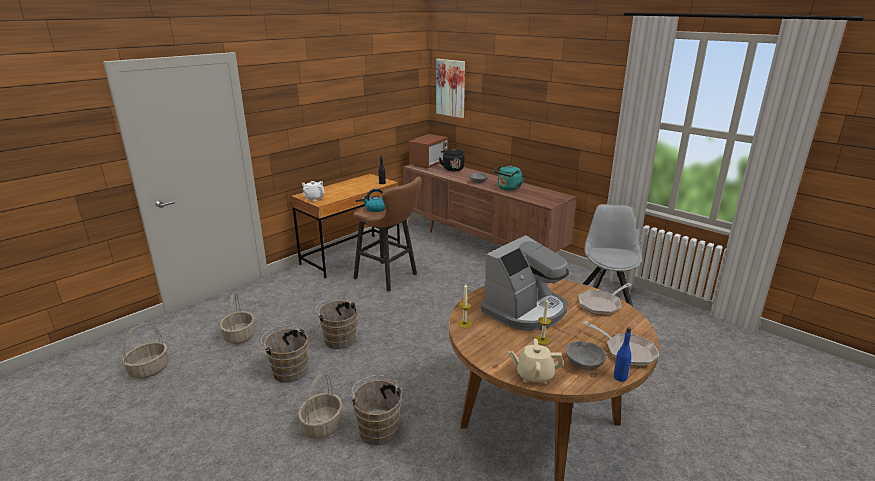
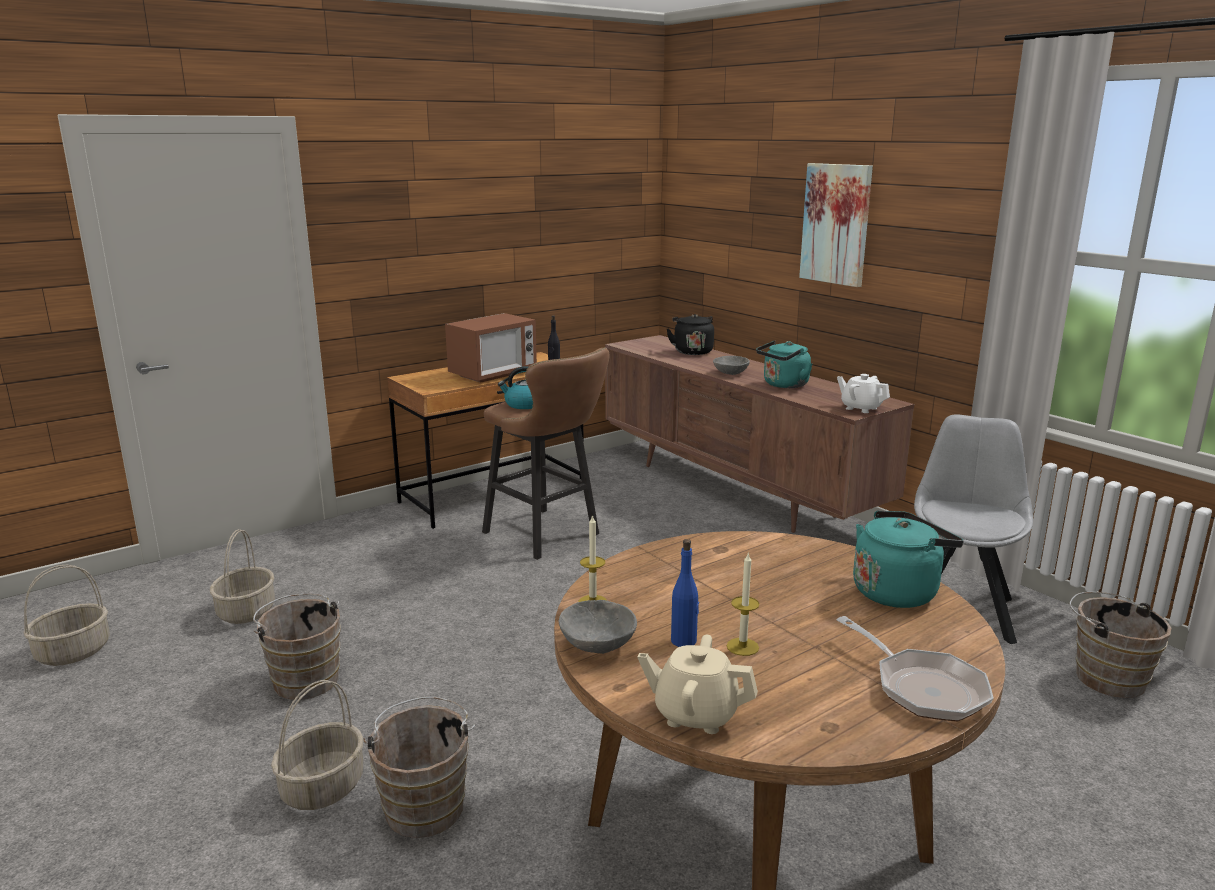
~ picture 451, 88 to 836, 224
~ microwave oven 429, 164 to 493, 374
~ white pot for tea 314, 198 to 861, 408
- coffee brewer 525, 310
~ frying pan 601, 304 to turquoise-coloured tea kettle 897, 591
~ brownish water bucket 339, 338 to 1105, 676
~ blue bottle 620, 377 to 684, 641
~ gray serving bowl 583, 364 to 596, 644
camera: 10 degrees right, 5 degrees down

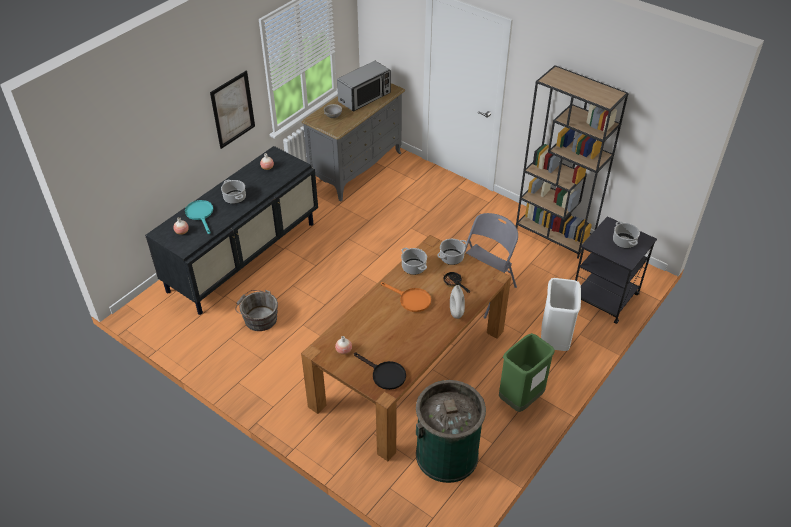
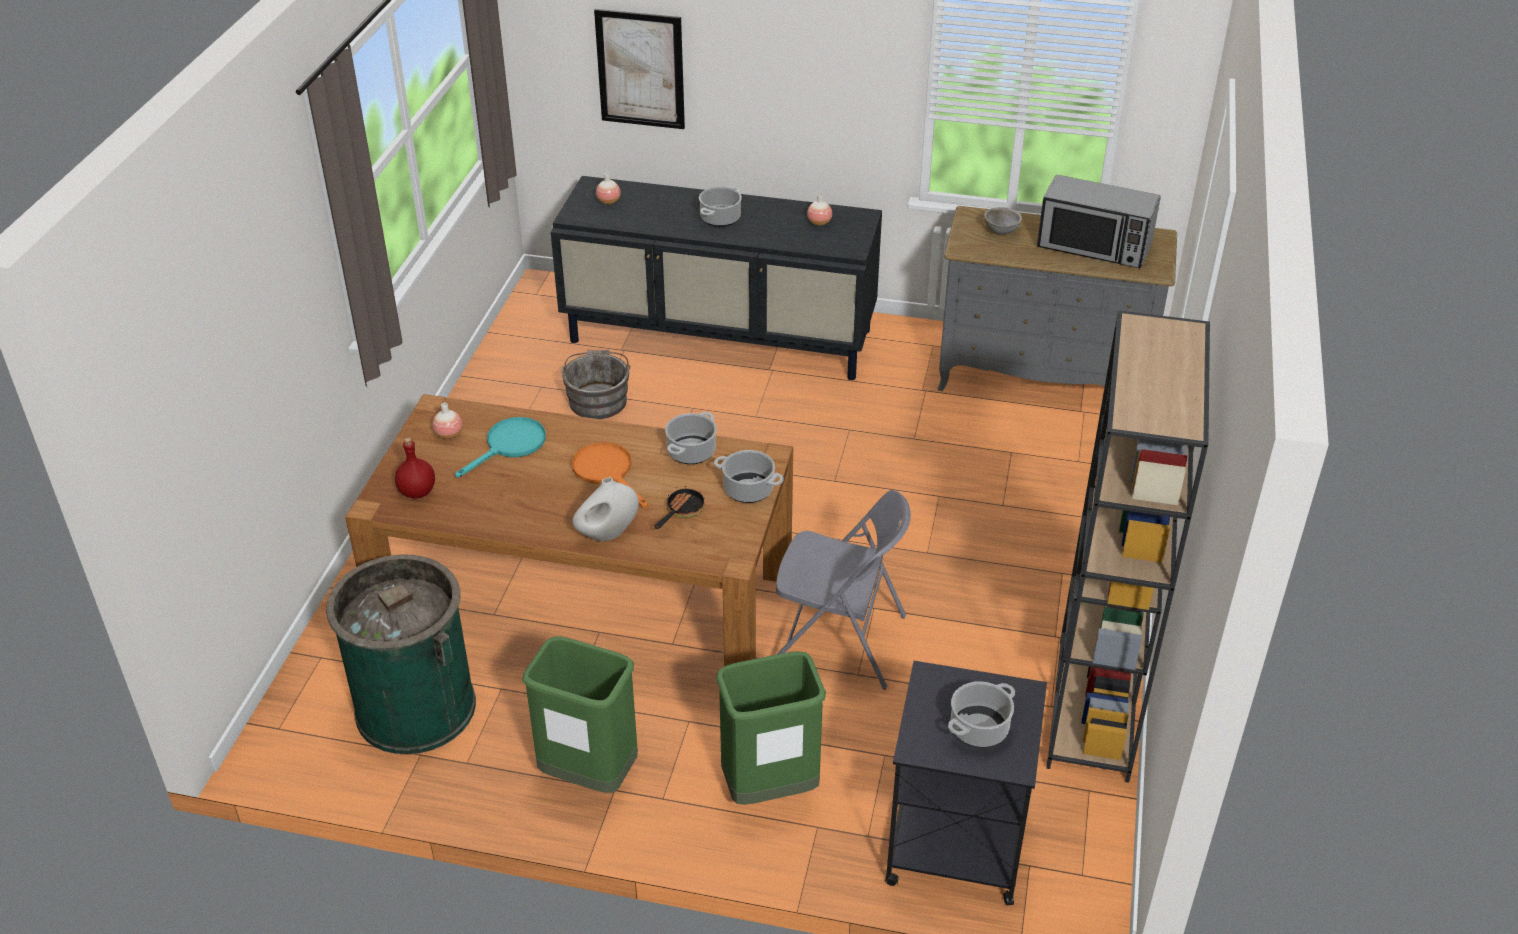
~ picture 233, 109 to 640, 69
~ turquoise-coloured frying pan 201, 214 to 510, 446
~ white trash can 554, 341 to greenish trash can 769, 789
~ orangey frying pan 411, 300 = 607, 472 135 degrees clockwise
~ black-coloured frying pan 384, 374 to red bottle 417, 492
camera: 65 degrees right, 5 degrees down

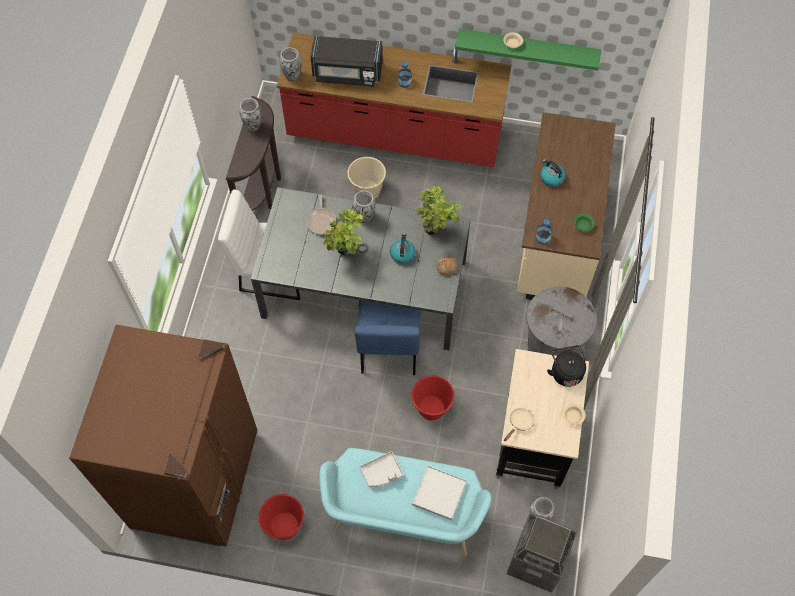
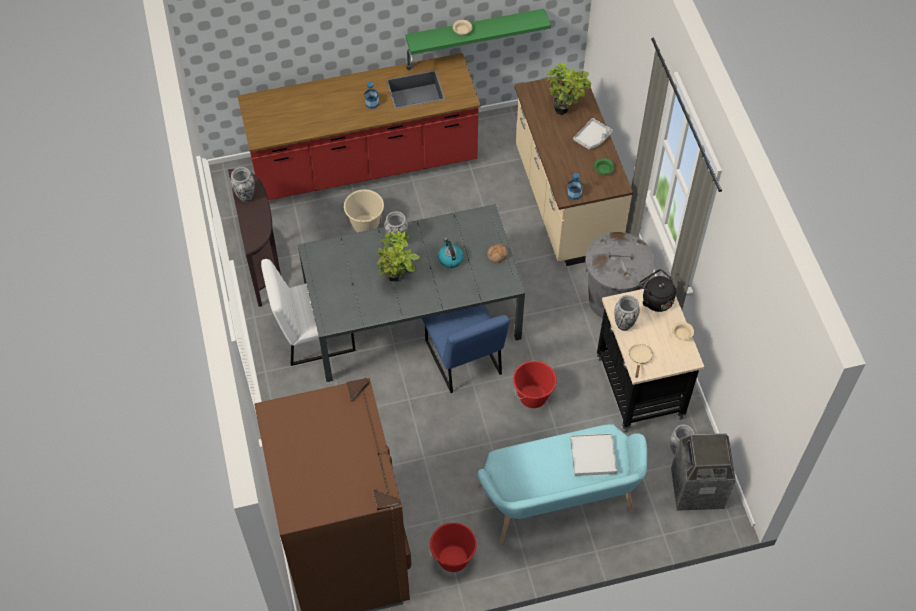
- black-coloured microwave oven 347, 73
~ decorative vase 292, 76 to 624, 324
- tea kettle 551, 177
~ houseplant 435, 231 to 565, 110
- frying pan 321, 221
~ gray tray 381, 472 to 592, 138
camera: 25 degrees left, 5 degrees down

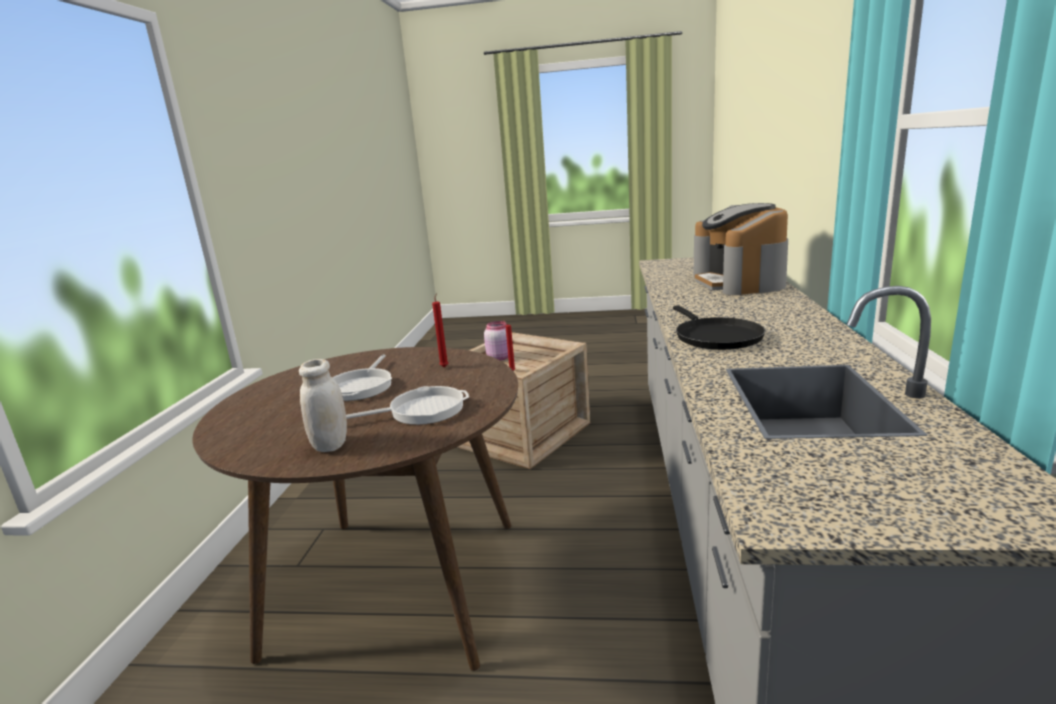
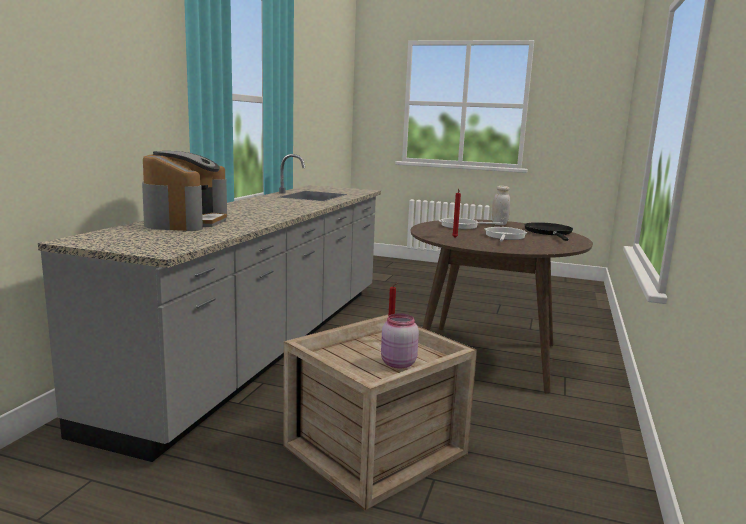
~ black-coloured frying pan 715, 337 to 549, 233
camera: 170 degrees left, 5 degrees down

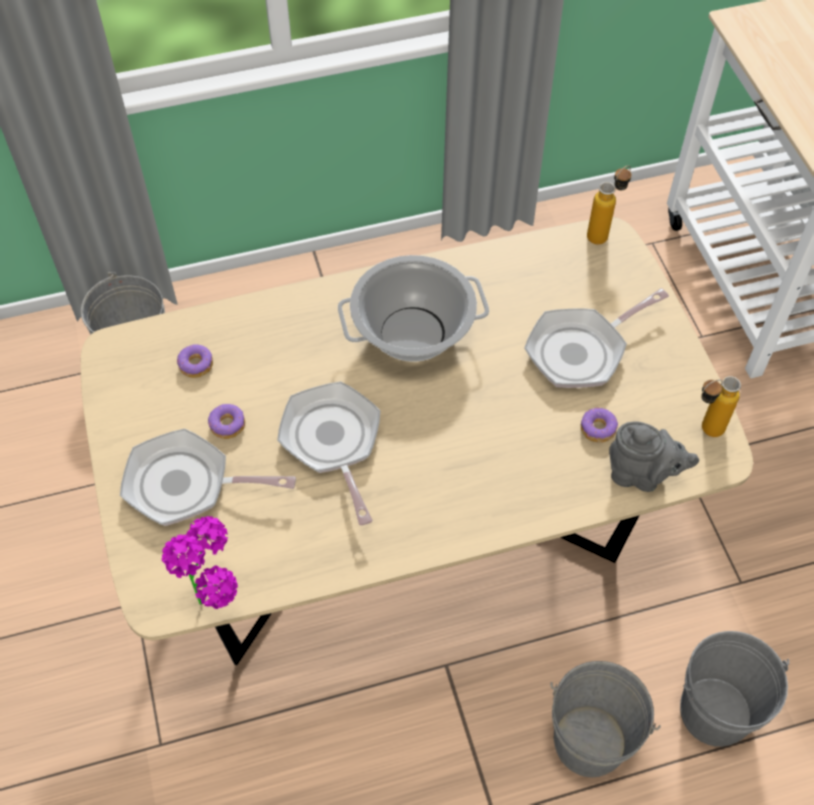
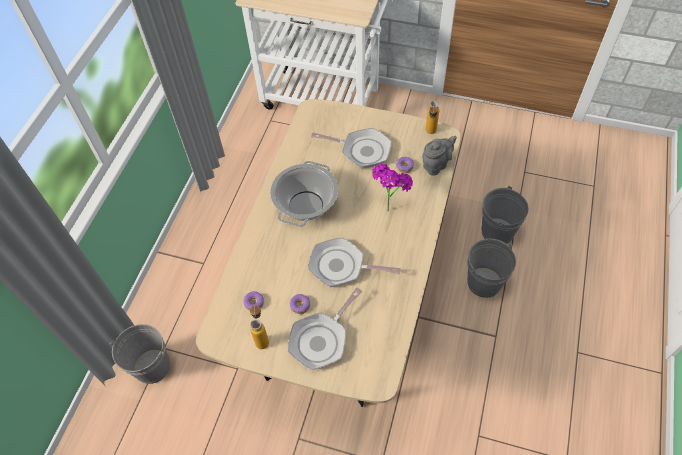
~ bottle 603, 233 to 262, 338
~ frying pan 581, 350 = 362, 150 75 degrees counterclockwise
~ houseplant 216, 598 to 389, 204
camera: 55 degrees left, 0 degrees up

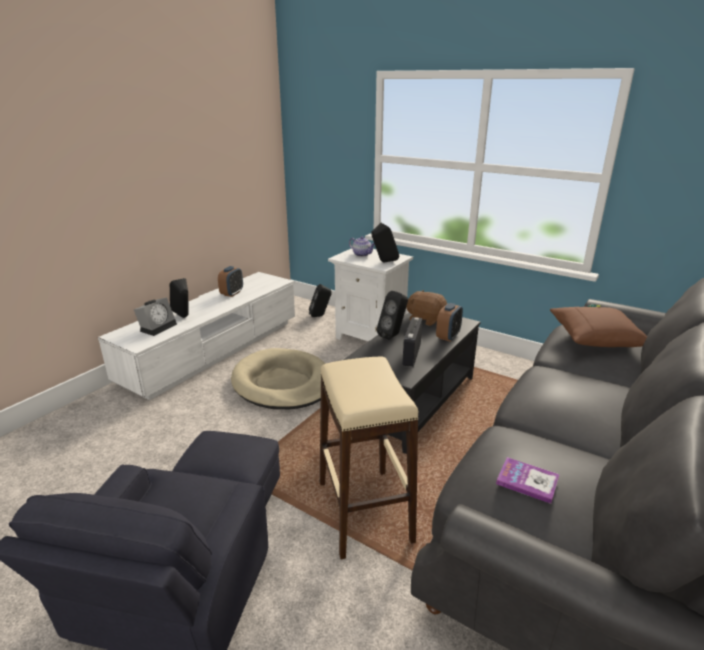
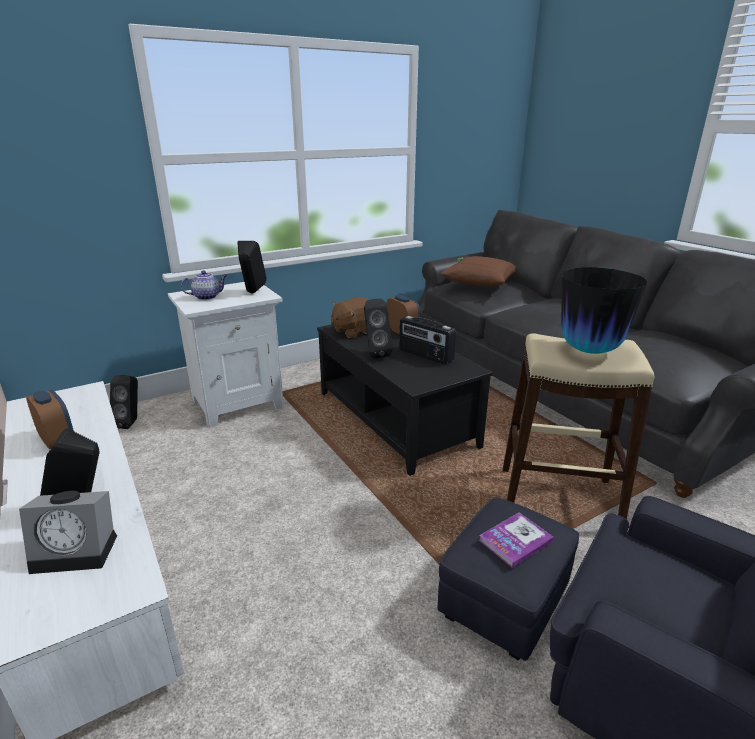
~ table clock 158, 327 = 79, 550 120 degrees clockwise
- beige pet bed 283, 383
~ book 527, 481 to 515, 540
+ decorative vase 589, 351
camera: 65 degrees left, 0 degrees up

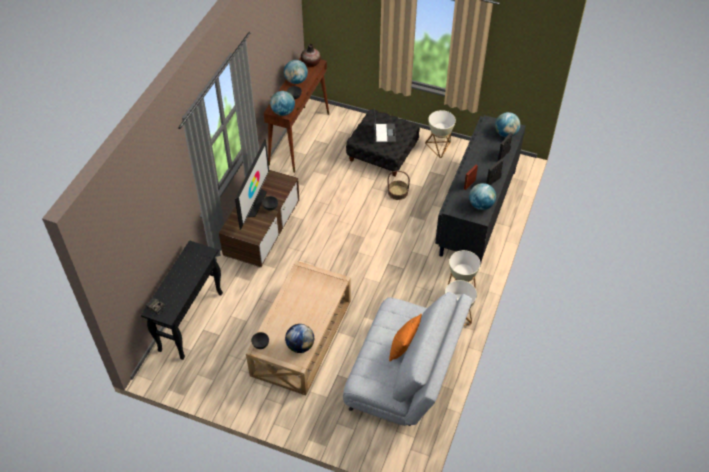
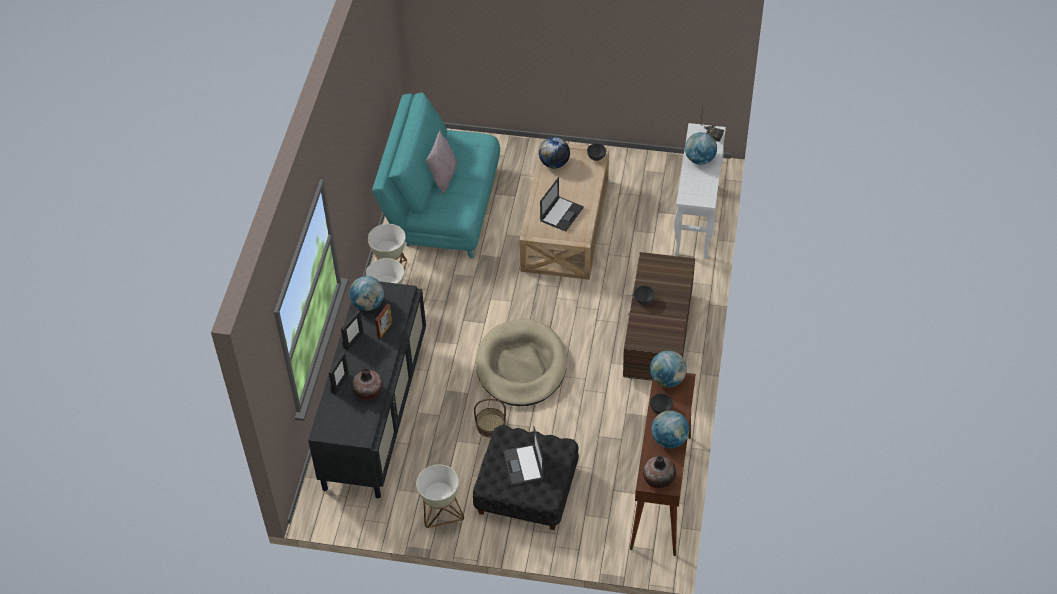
~ world globe 506, 133 to 699, 159
- TV set 254, 202
~ black-coloured console table 191, 321 to white console table 696, 220
~ gray sofa 405, 375 to turquoise-coloured sofa 441, 207
~ orangey throw pillow 403, 347 to purple throw pillow 444, 177
+ laptop 561, 214
+ beige pet bed 521, 366
+ decorative vase 368, 392
camera: 170 degrees right, 0 degrees up

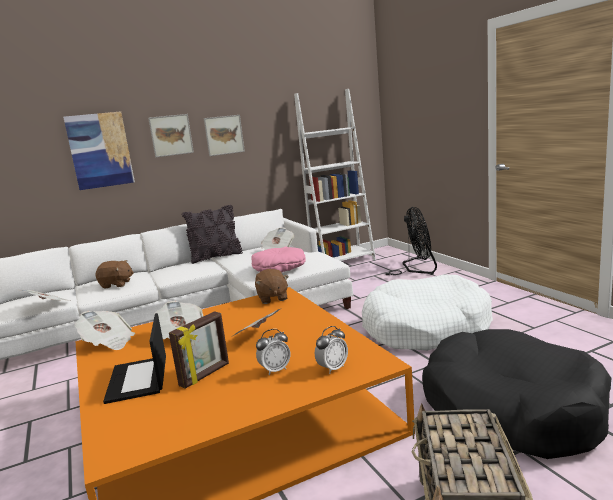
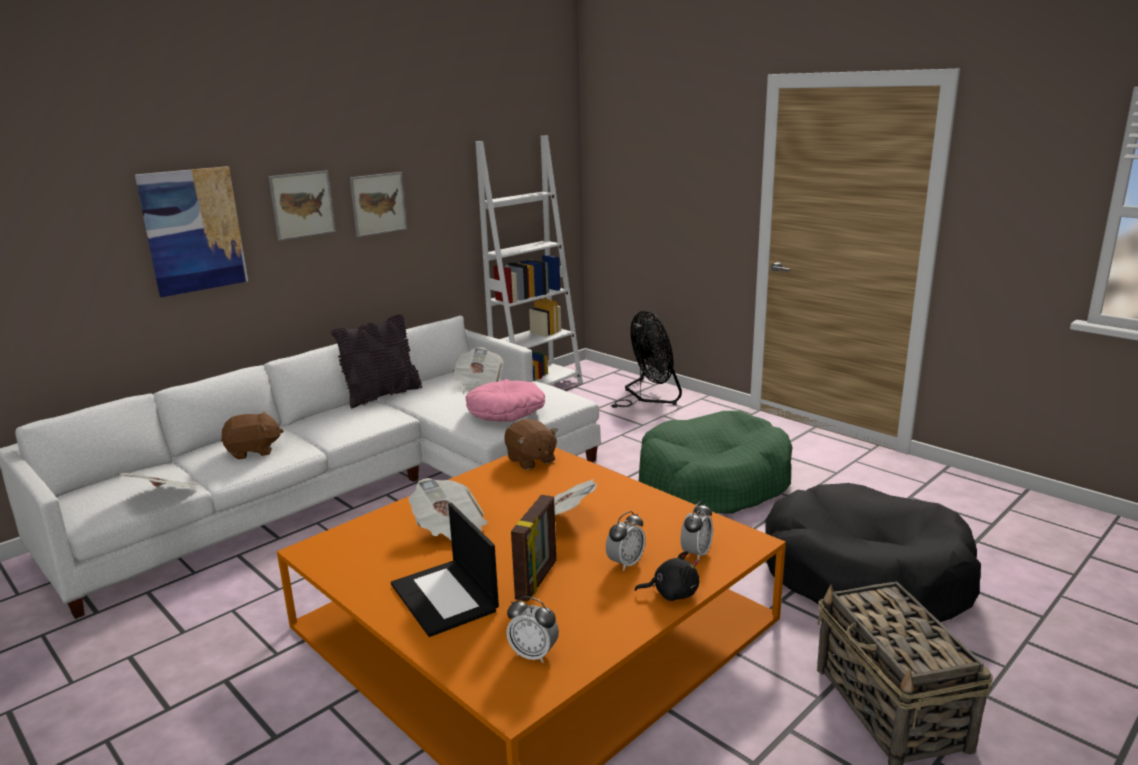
~ white pet bed 425, 328 to greenish pet bed 712, 483
- newspaper 108, 342
+ black-coloured plush toy 672, 593
+ table clock 533, 654
camera: 20 degrees left, 5 degrees up

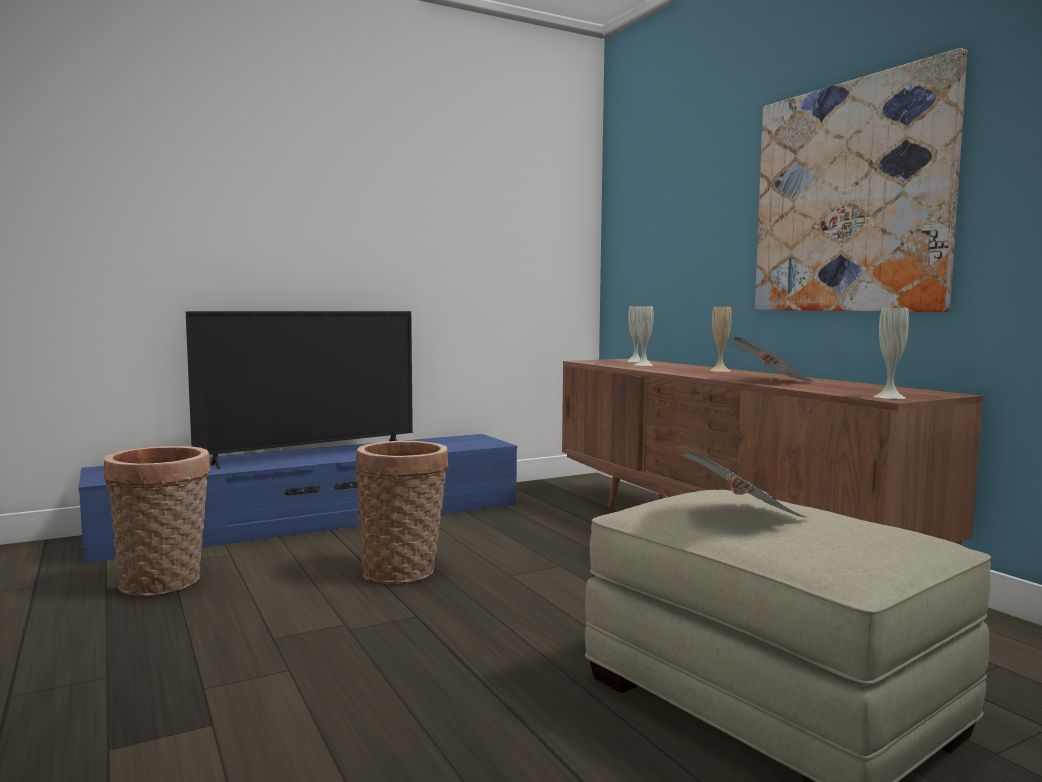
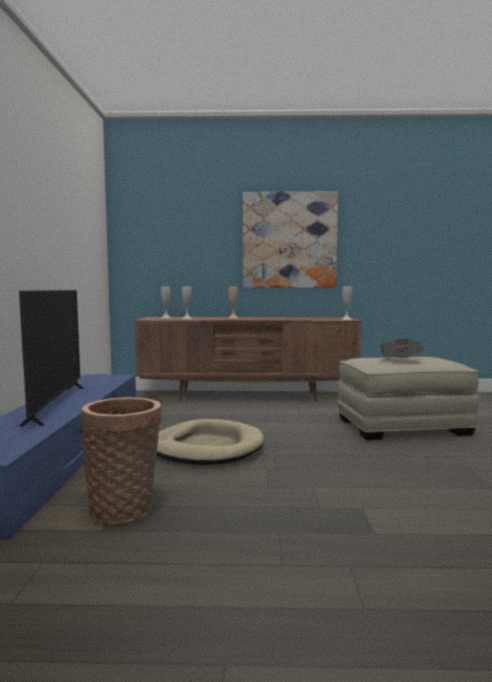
- newspaper 770, 381
~ storage basket 403, 571 to beige pet bed 206, 448
camera: 60 degrees left, 0 degrees up

